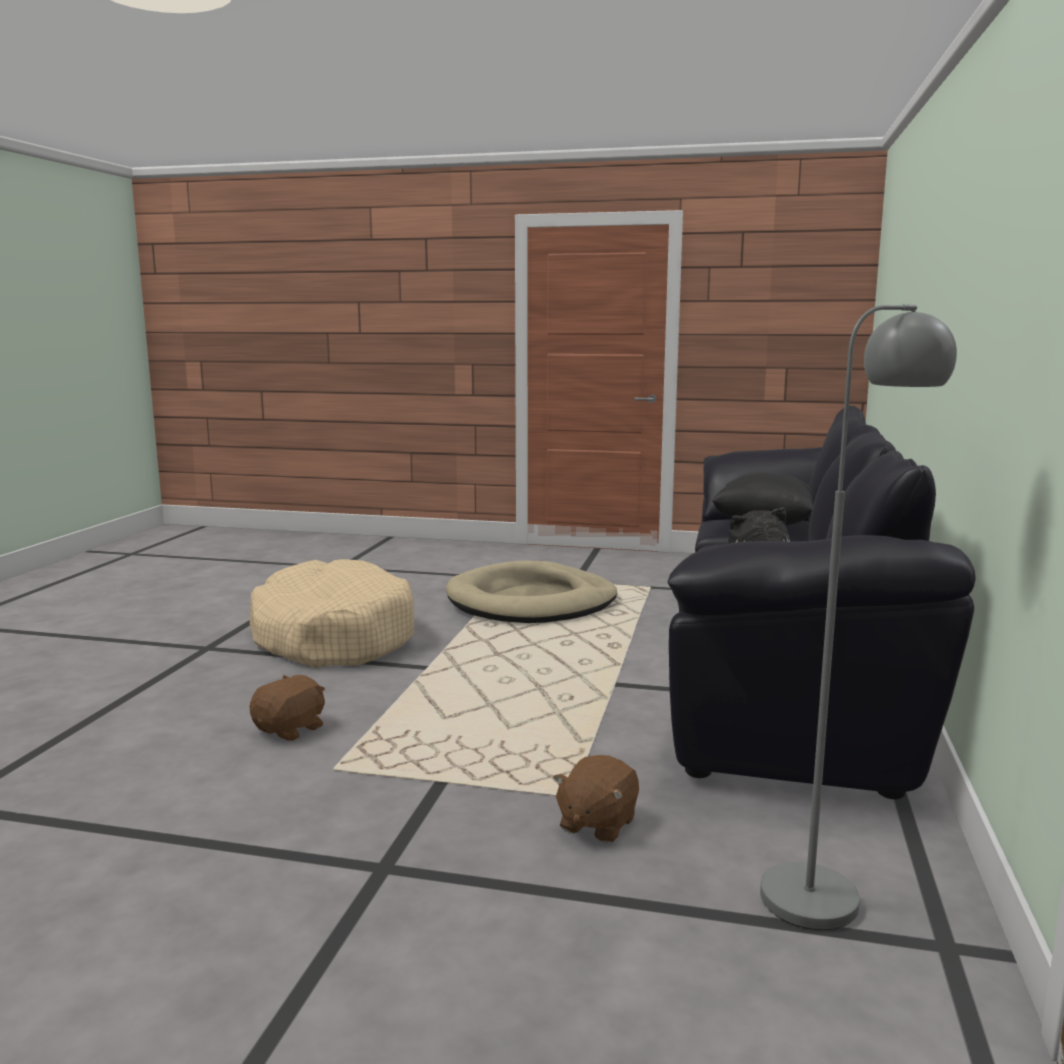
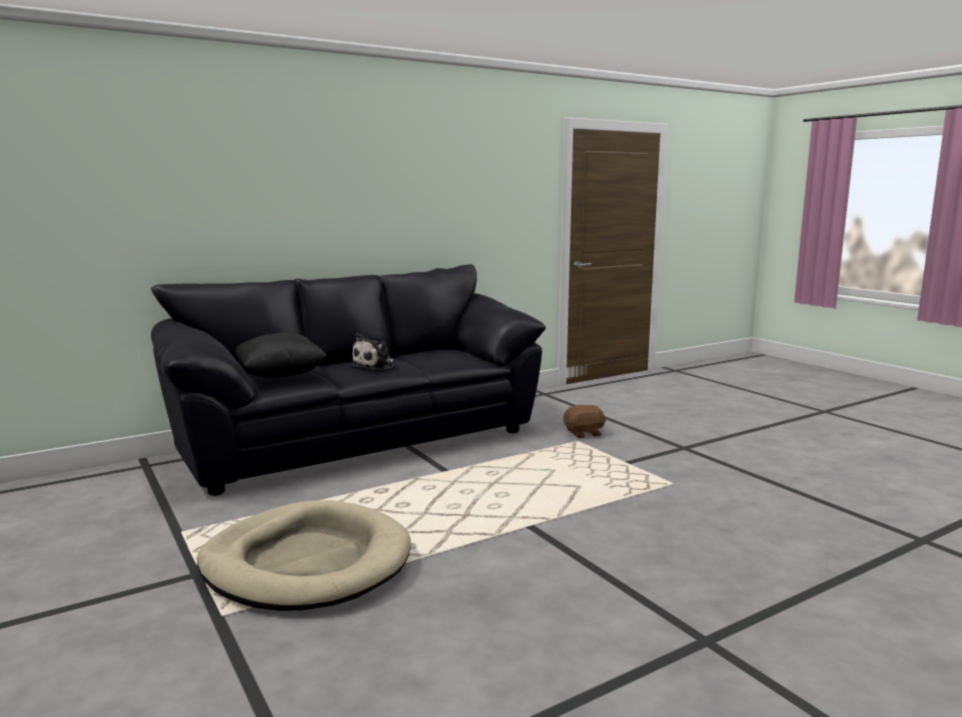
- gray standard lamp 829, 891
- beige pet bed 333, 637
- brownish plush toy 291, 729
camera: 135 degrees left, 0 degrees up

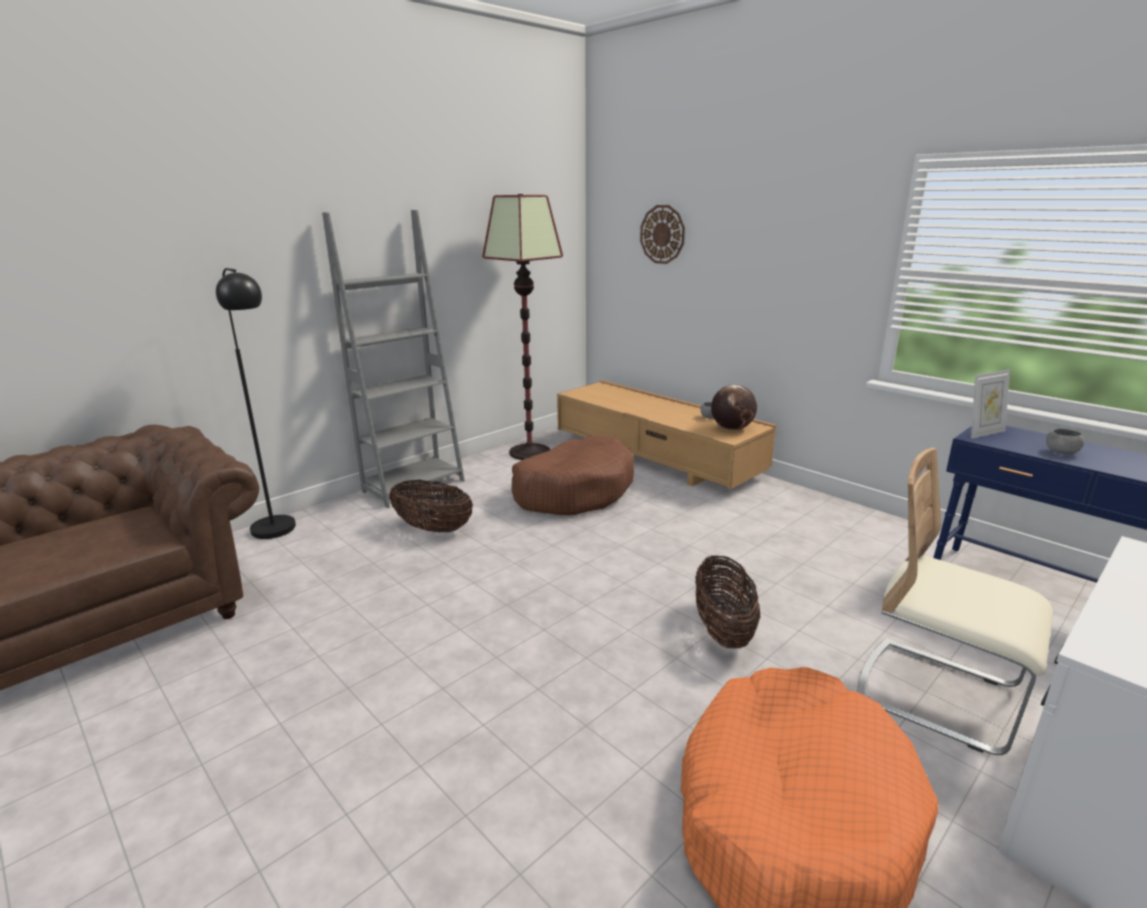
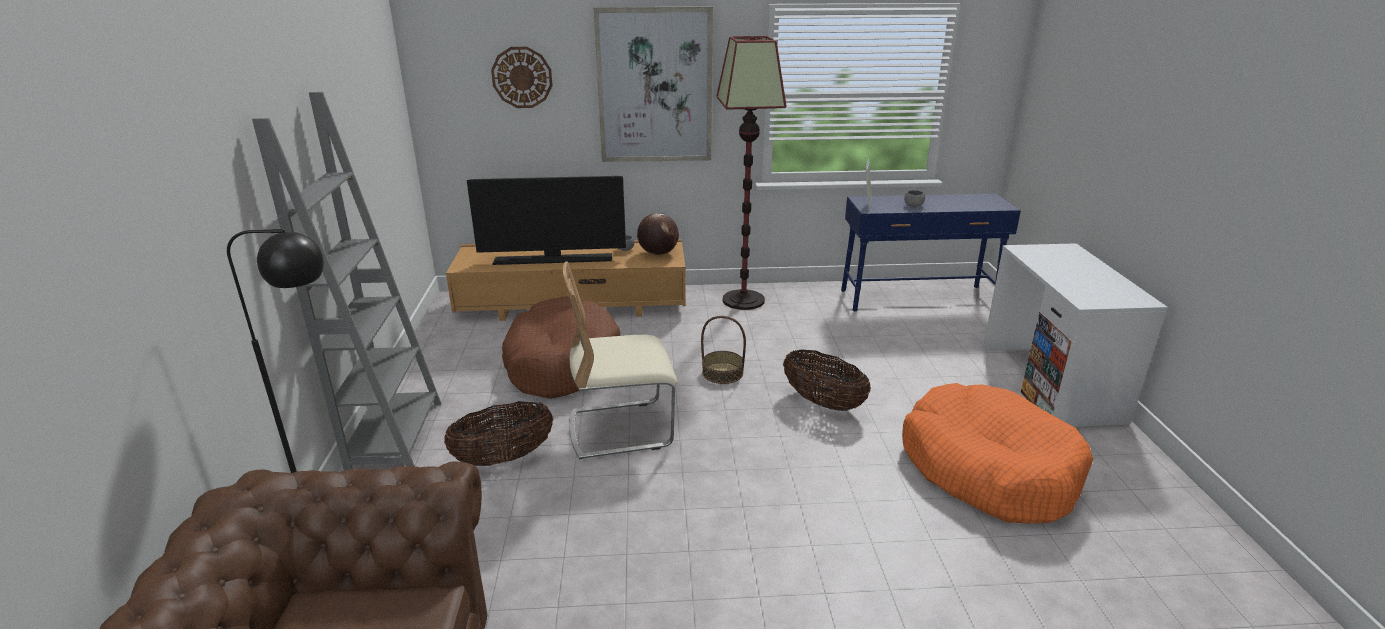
~ standard lamp 529, 452 to 744, 300
~ beige plain chair 938, 695 to 621, 429
+ picture 655, 86
+ TV set 554, 259
+ storage basket 722, 373
camera: 50 degrees left, 5 degrees up

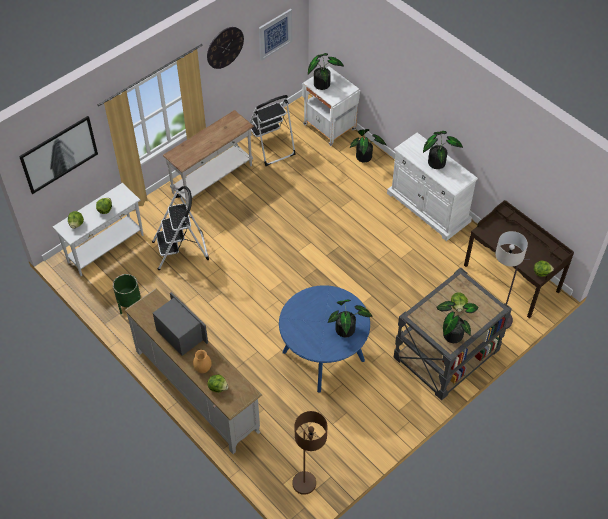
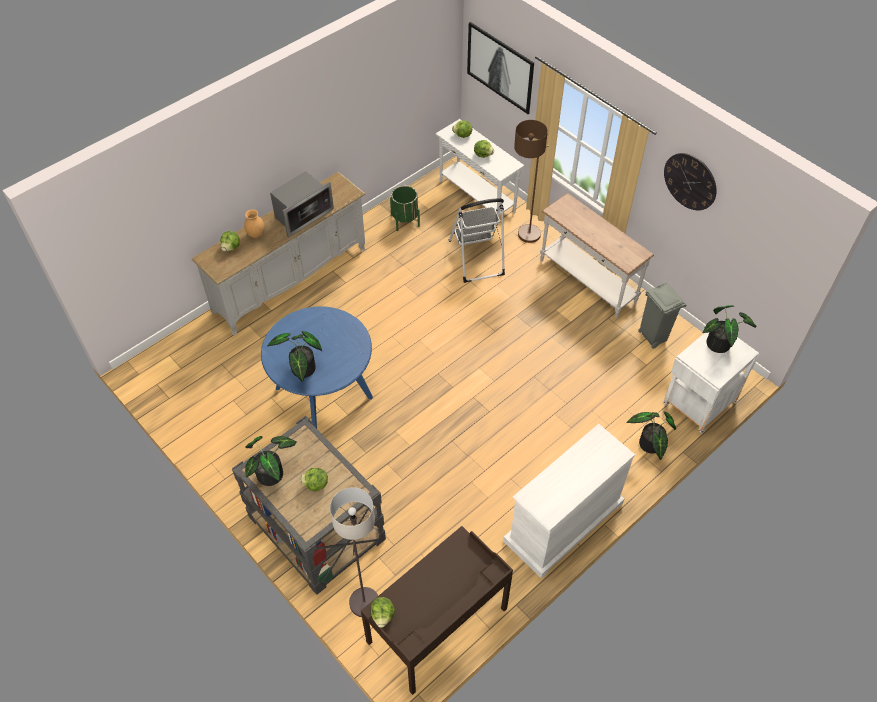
- picture 275, 34
~ step ladder 270, 146 to gray trash can 652, 337
- houseplant 437, 161
~ brownish standard lamp 308, 489 to 523, 237
camera: 90 degrees right, 0 degrees up

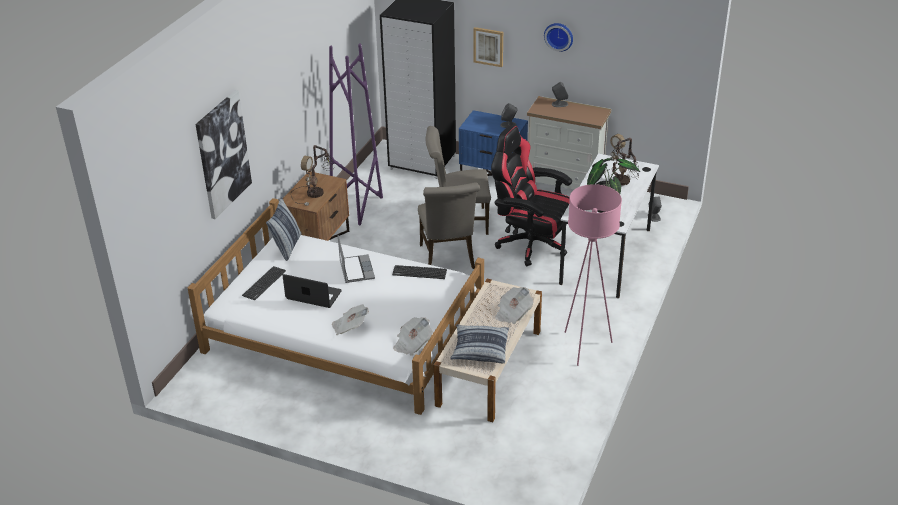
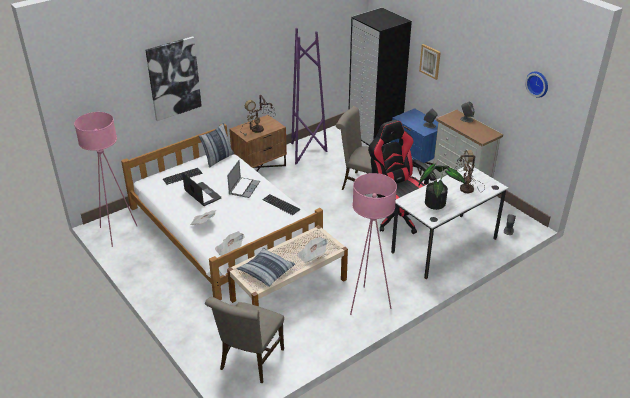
~ wall clock 559, 36 to 538, 83
~ beige plain chair 448, 259 to 250, 362
+ pink standard lamp 117, 233
camera: 30 degrees right, 0 degrees up

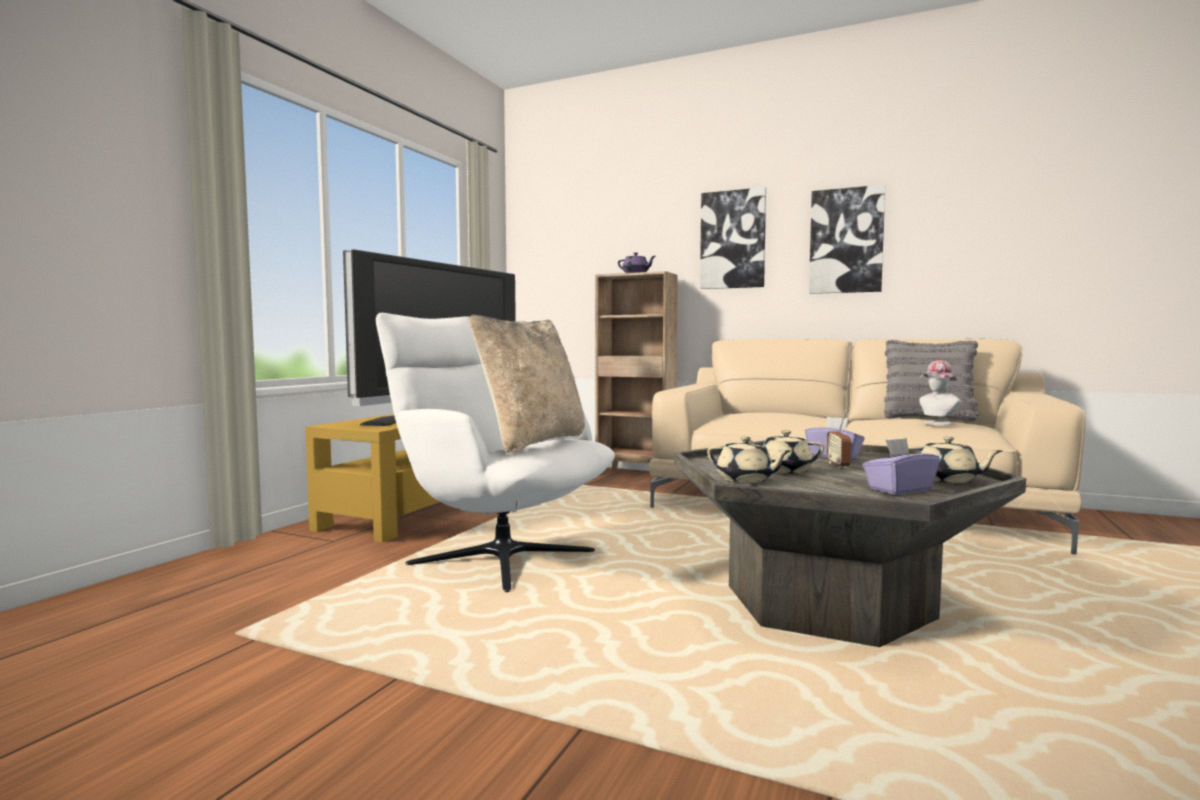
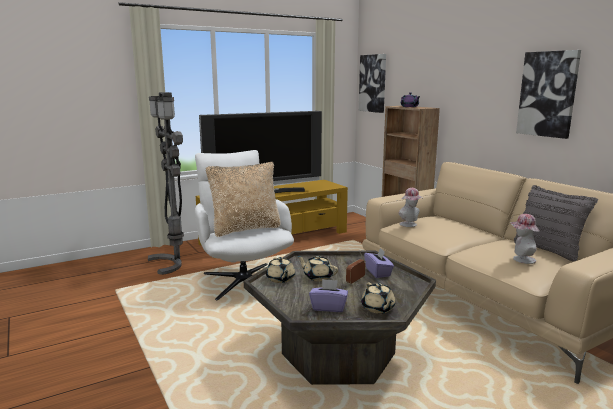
~ picture 733, 240 to 373, 83
+ gray standard lamp 174, 262
+ wearable hat 410, 225
camera: 35 degrees right, 10 degrees up

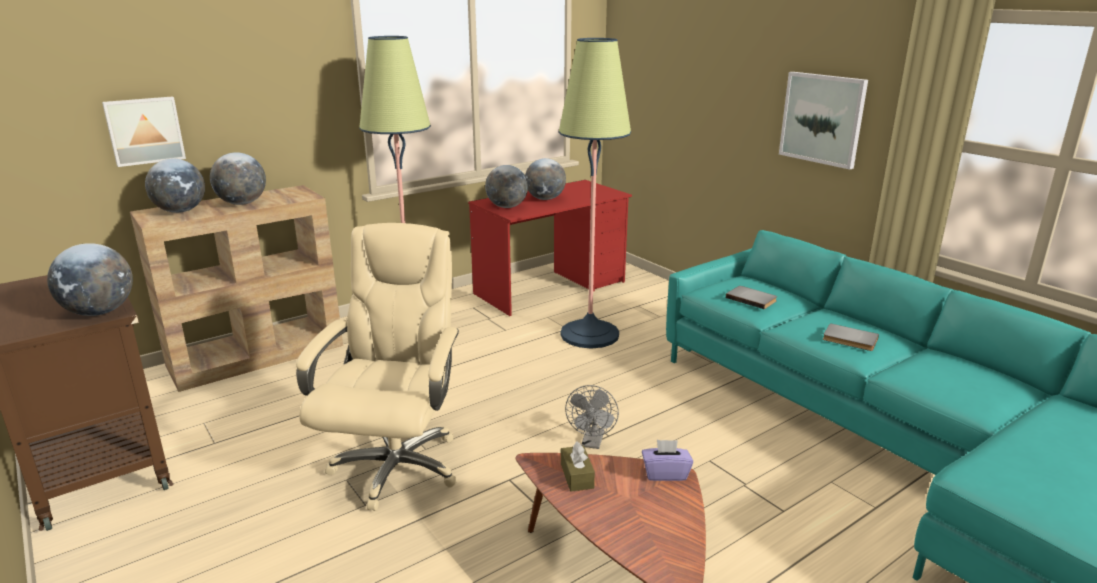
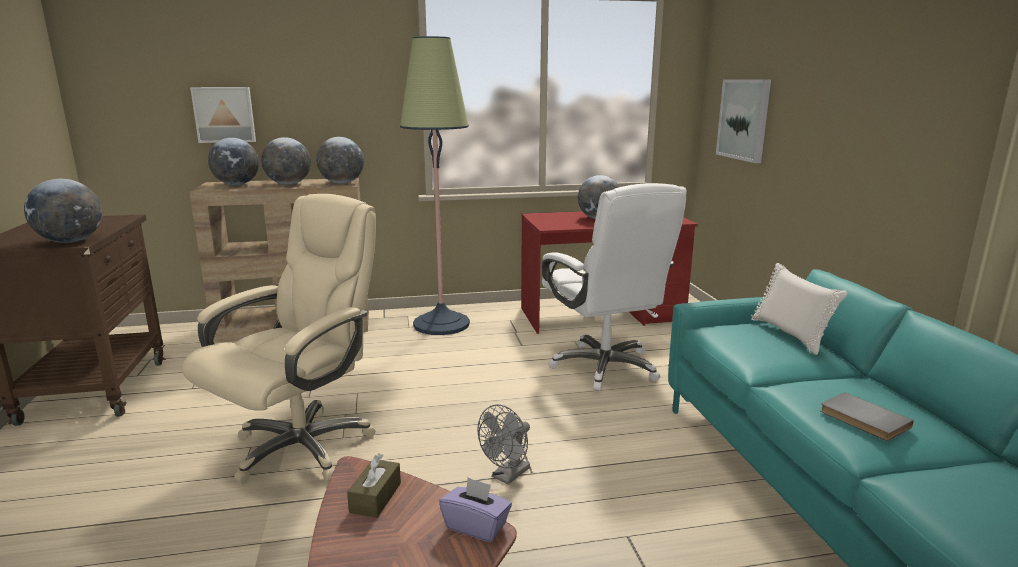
~ standard lamp 589, 334 to white desk chair 603, 365
~ picture 822, 119 to 744, 119
~ world globe 507, 207 to 342, 183
- gray book 752, 299
+ white throw pillow 791, 335
camera: 25 degrees right, 5 degrees down

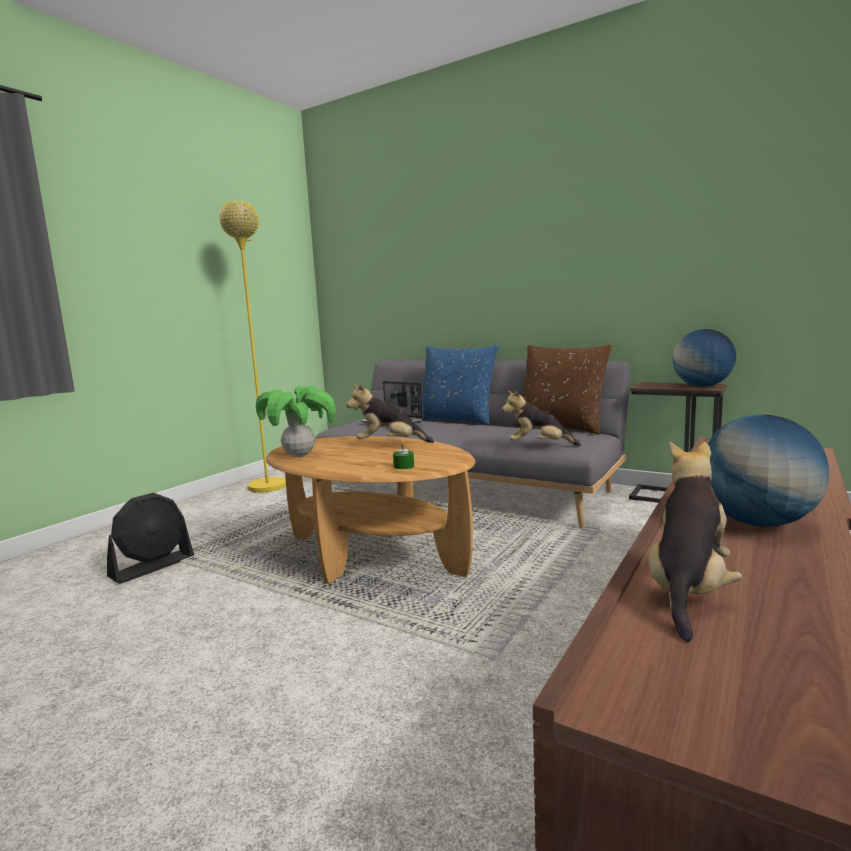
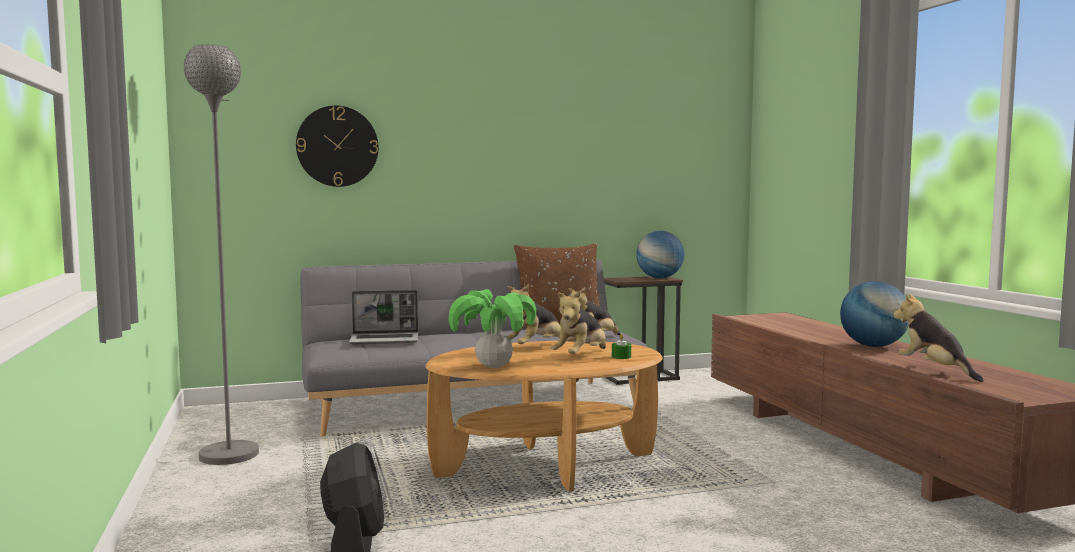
~ yellow standard lamp 268, 486 to gray standard lamp 229, 455
- blue throw pillow 457, 420
+ wall clock 337, 146
+ plush toy 581, 356
camera: 50 degrees left, 5 degrees down

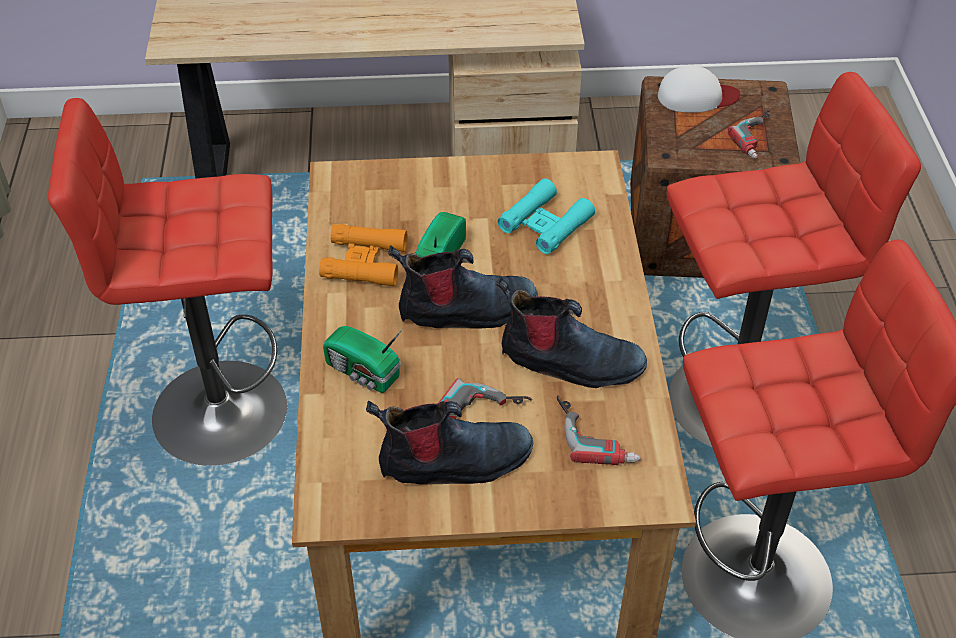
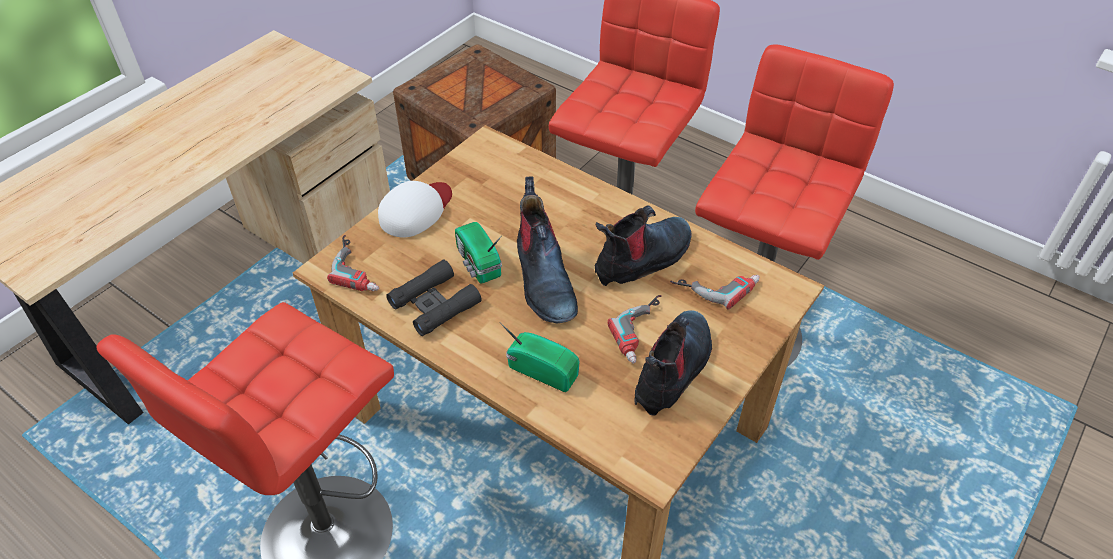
~ white baseball cap 696, 97 to 416, 210
~ electric drill 760, 138 to 361, 267
- turquoise-coloured field glasses 545, 224
~ orangey field glasses 364, 262 to black-coloured field glasses 434, 304
~ boot 466, 311 = 543, 280 135 degrees clockwise
~ radio set 363, 373 = 542, 369 135 degrees counterclockwise
camera: 50 degrees left, 0 degrees up

